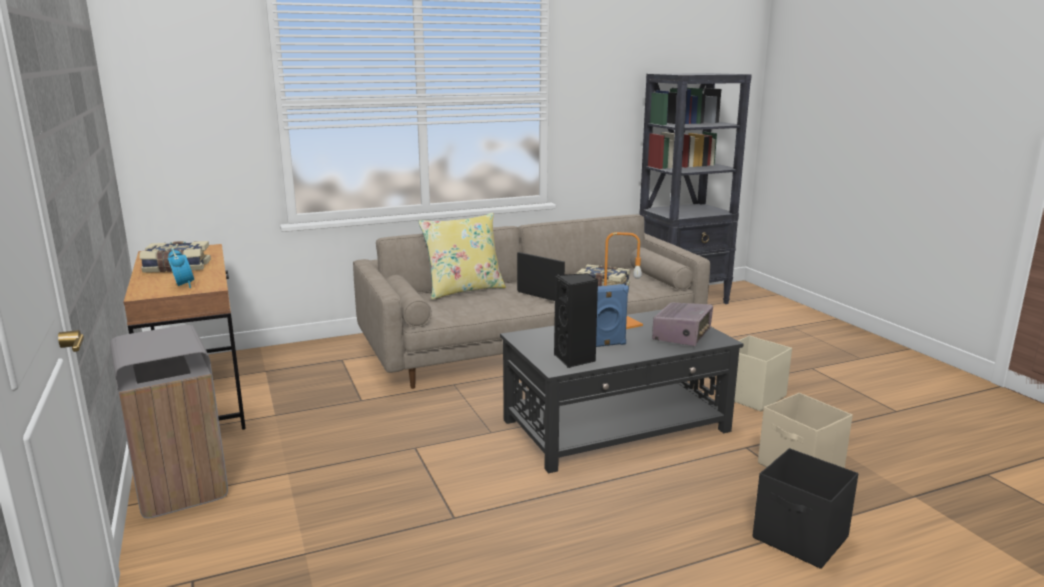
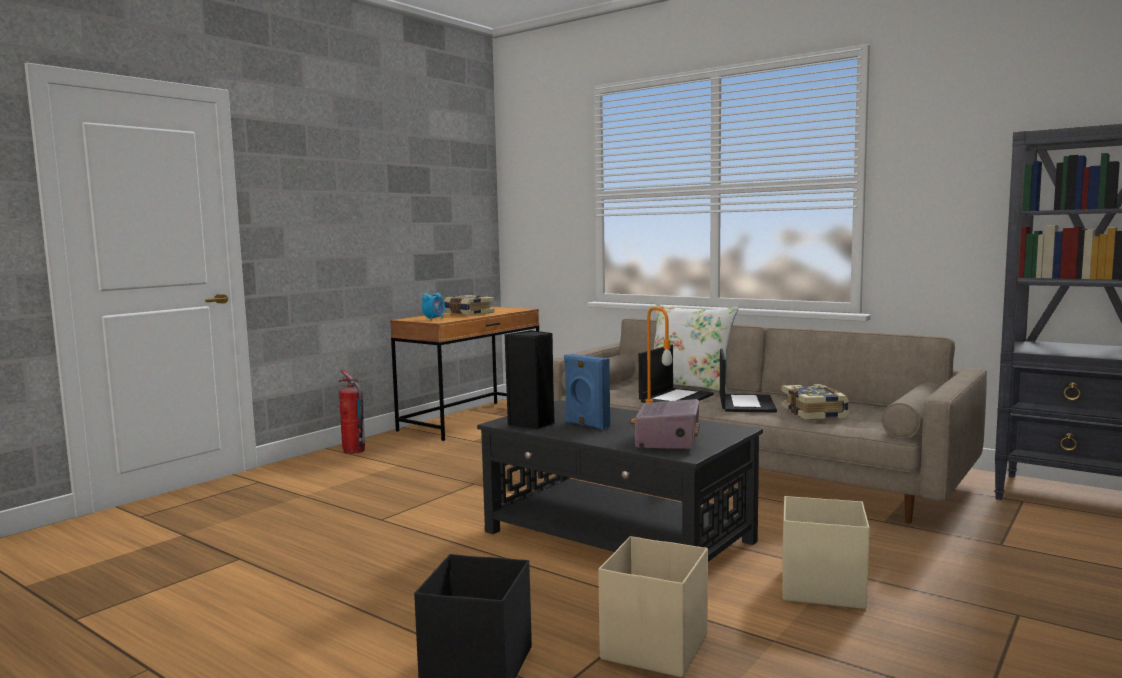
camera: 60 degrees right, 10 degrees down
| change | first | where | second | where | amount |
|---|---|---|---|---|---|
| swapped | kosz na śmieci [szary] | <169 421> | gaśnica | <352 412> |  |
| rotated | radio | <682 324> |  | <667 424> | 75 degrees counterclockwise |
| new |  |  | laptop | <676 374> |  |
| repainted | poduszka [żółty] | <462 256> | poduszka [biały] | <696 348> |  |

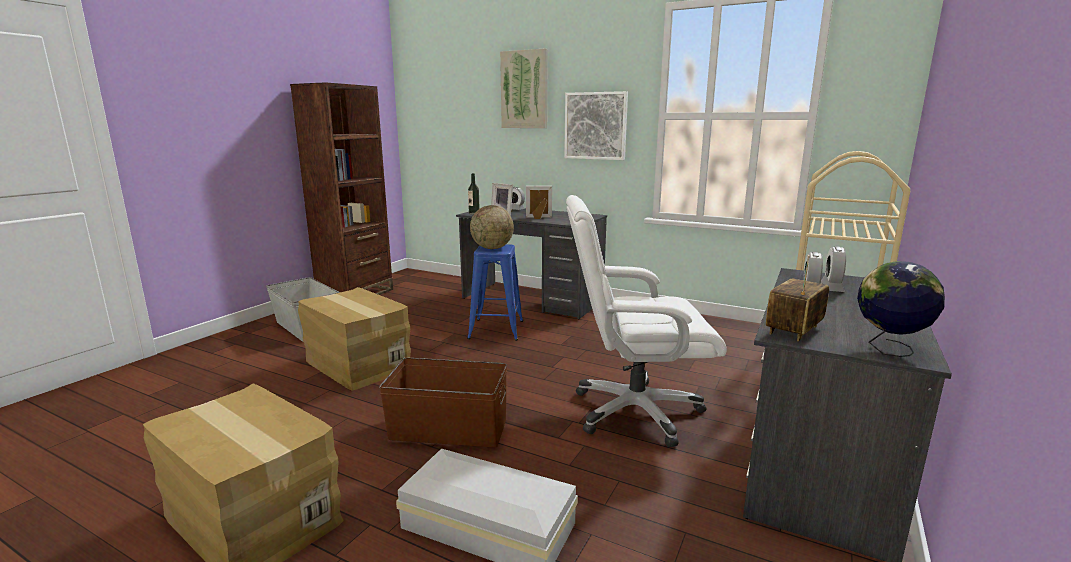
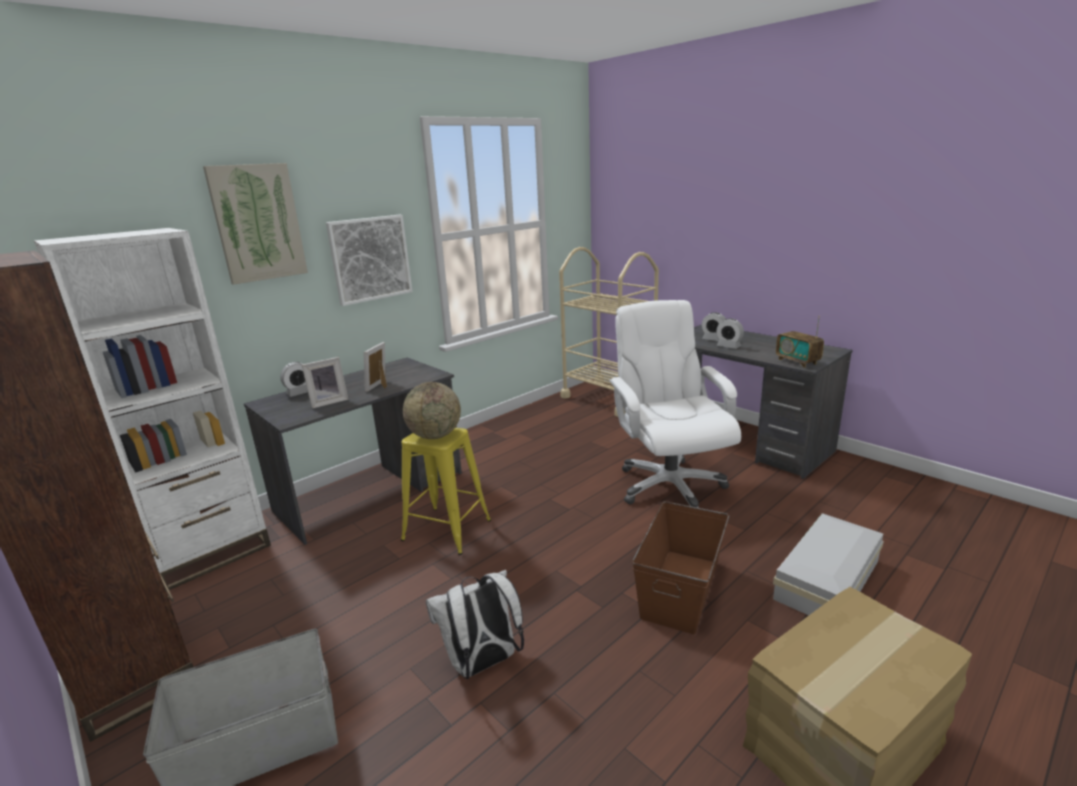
camera: 70 degrees left, 5 degrees up
| change | first | where | second | where | amount |
|---|---|---|---|---|---|
| new |  |  | regał [biały] | <152 409> |  |
| repainted | stołek [niebieski] | <495 292> | stołek [żółty] | <446 491> |  |
| swapped | karton | <354 339> | plecak [biały] | <475 624> |  |
| rotated | krzesło biurowe [biały] | <646 321> |  | <675 404> | 150 degrees clockwise |
| gone | butelka | <474 194> |  |  |  |
| gone | globus | <901 309> |  |  |  |

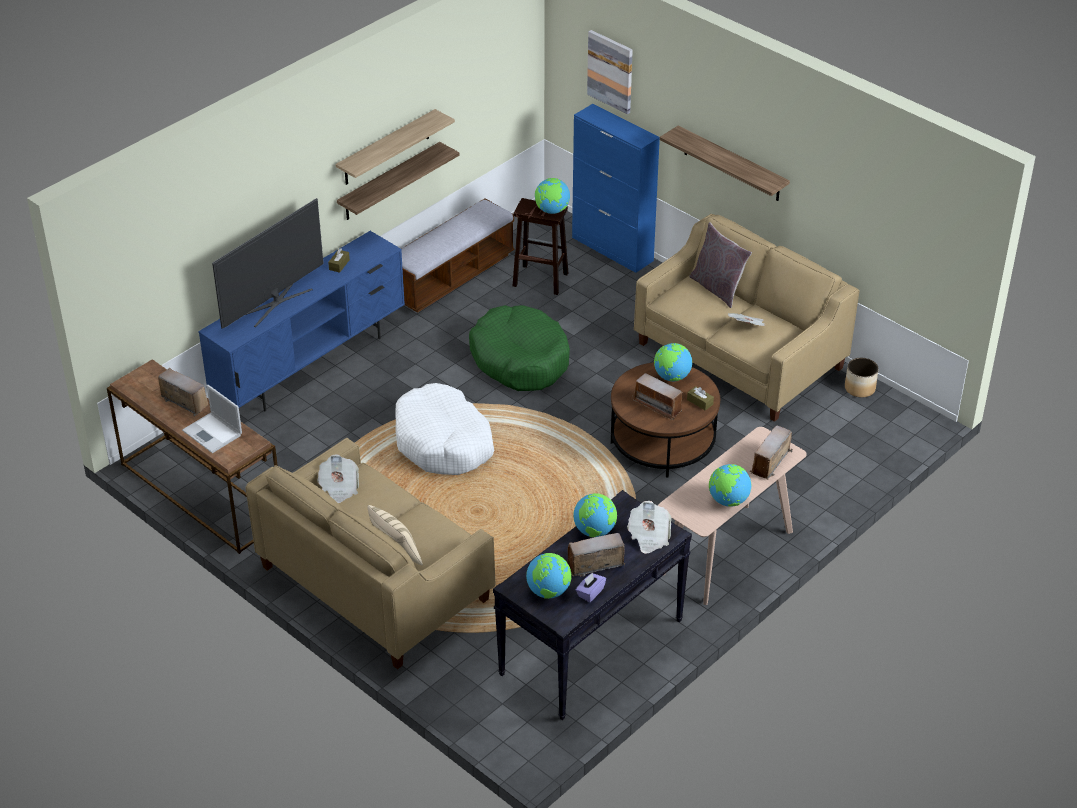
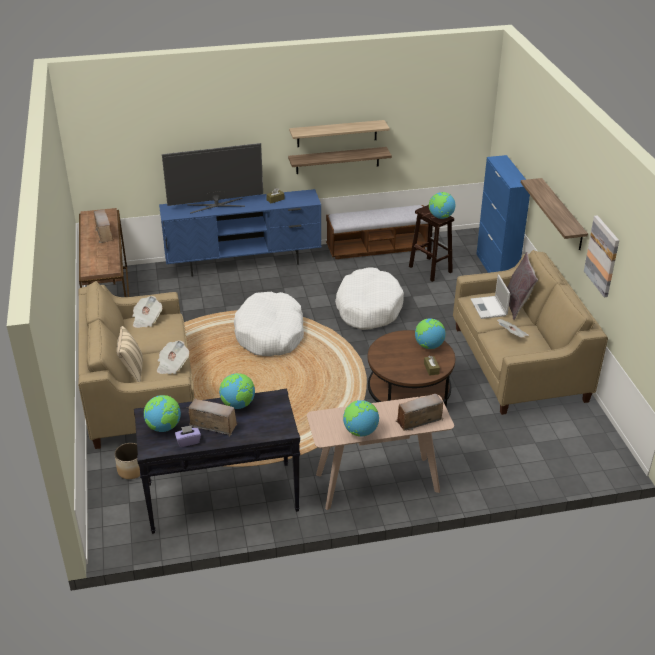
camera: 35 degrees right, 5 degrees down
| change | first | where | second | where | amount |
|---|---|---|---|---|---|
| shifted | donica | <861 377> |  | <127 461> |  |
| shifted | gazeta | <649 527> |  | <173 357> |  |
| repainted | legowisko [zielony] | <519 348> | legowisko [biały] | <369 299> |  |
| shifted | laptop | <212 419> |  | <490 296> |  |
| shifted | obraz | <610 72> |  | <601 256> |  |
| gone | radio | <657 396> |  |  |  |

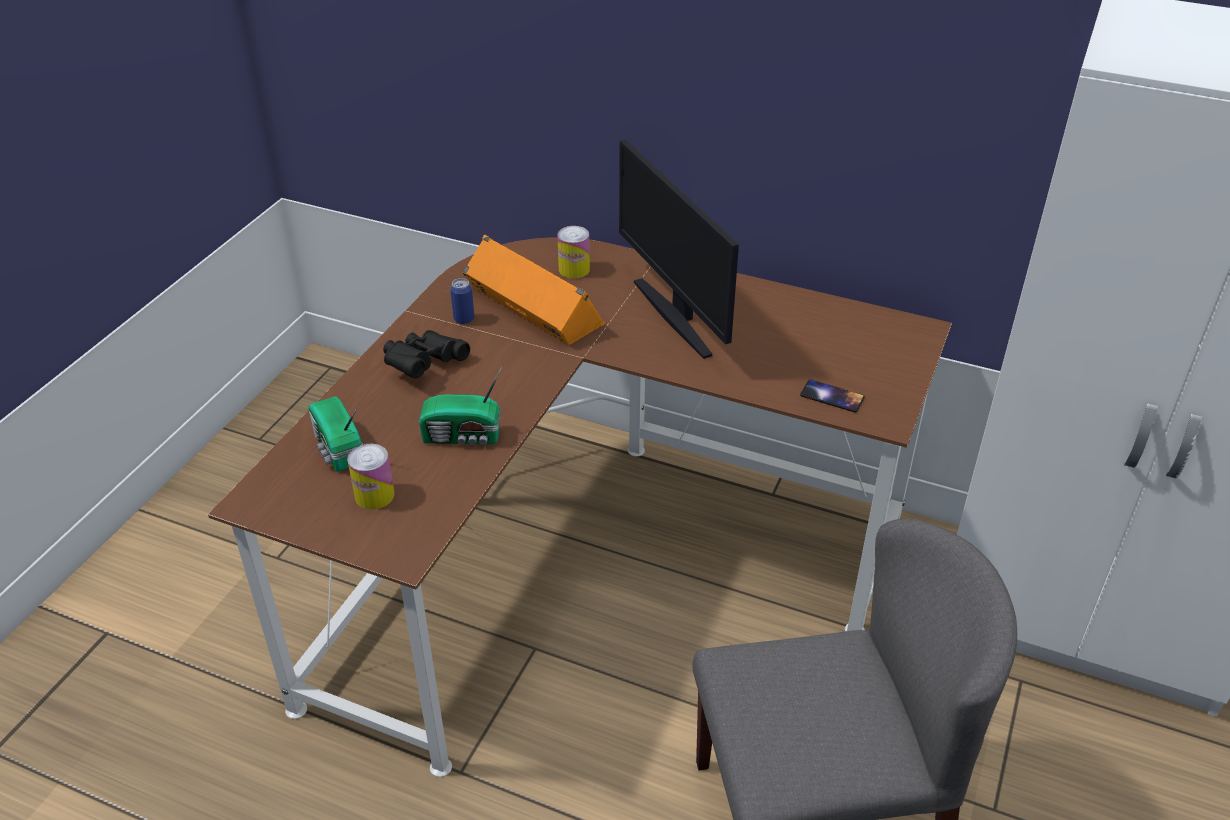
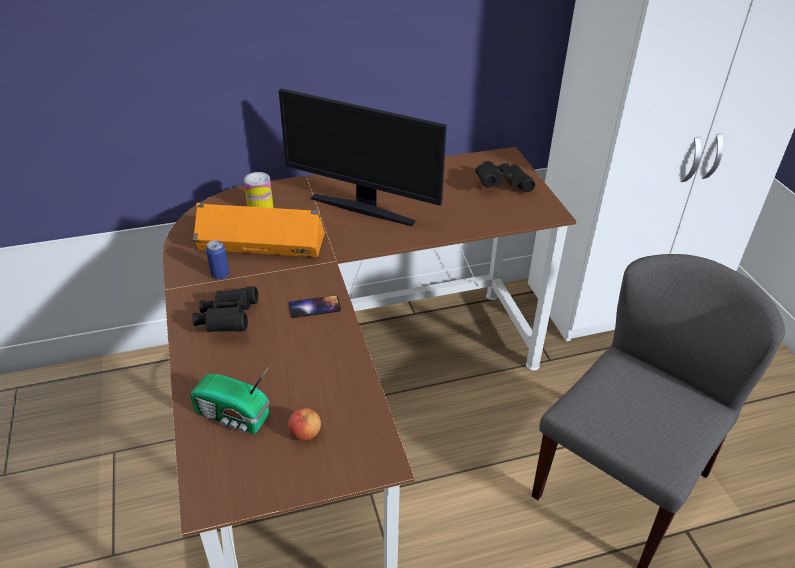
camera: 40 degrees left, 0 degrees up
| change | first | where | second | where | amount |
|---|---|---|---|---|---|
| swapped | puszka | <370 477> | jabłko | <304 424> |  |
| shifted | telefon | <832 395> |  | <315 306> |  |
| new |  |  | lornetka [czarny] | <505 176> |  |
| gone | radio | <460 406> |  |  |  |

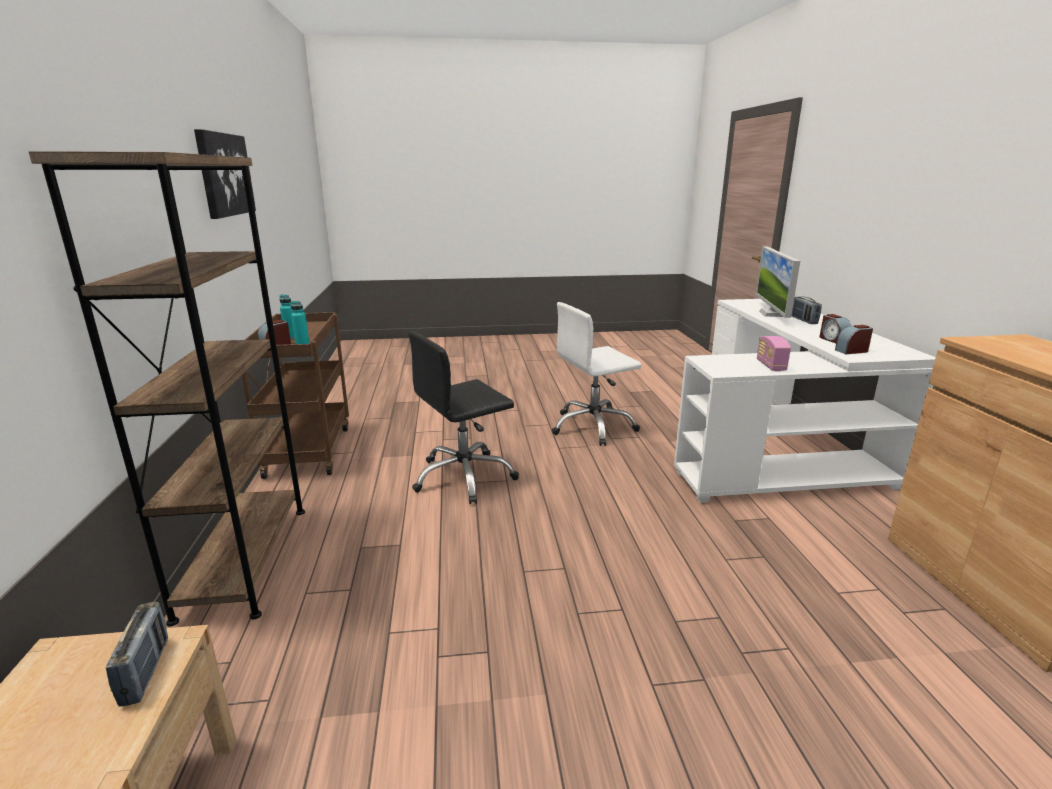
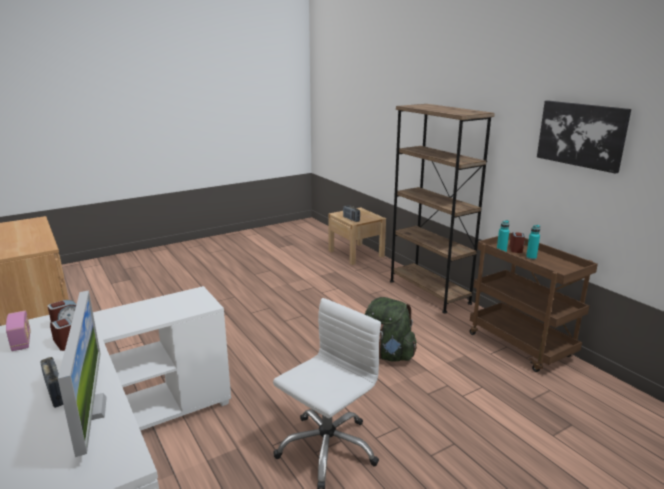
camera: 155 degrees right, 0 degrees up
| change | first | where | second | where | amount |
|---|---|---|---|---|---|
| shifted | radio | <774 353> |  | <18 331> |  |
| swapped | krzesło biurowe [czarny] | <463 417> | plecak [zielony] | <391 329> |  |

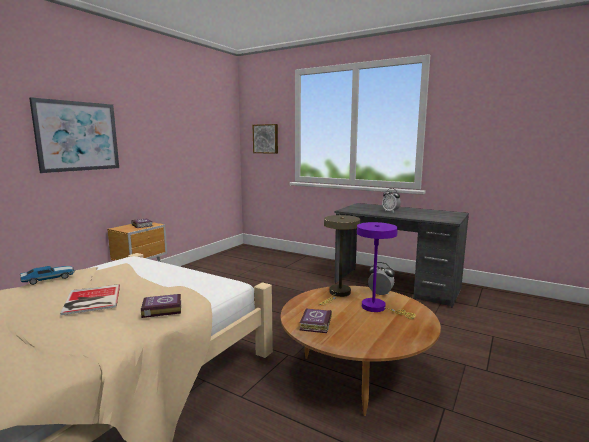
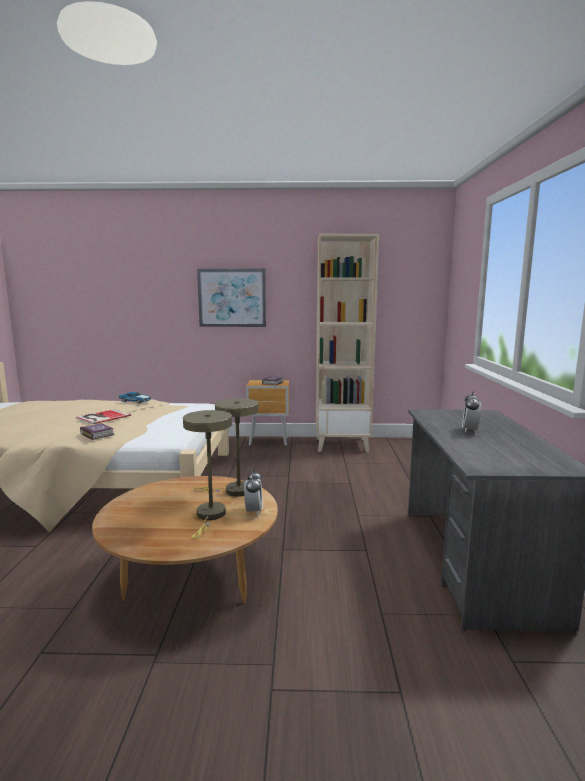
camera: 60 degrees right, 0 degrees up
| change | first | where | second | where | amount |
|---|---|---|---|---|---|
| repainted | lampa stołowa [fioletowy] | <386 270> | lampa stołowa [beżowy] | <207 474> |  |
| new |  |  | regał [beżowy] | <347 343> |  |
| gone | obraz | <265 139> |  |  |  |
| gone | książka | <316 321> |  |  |  |

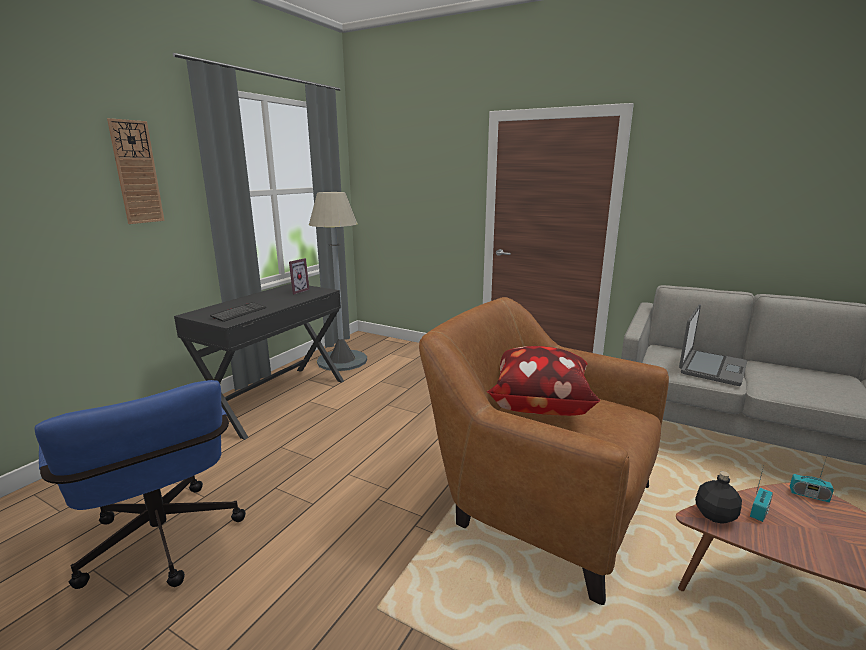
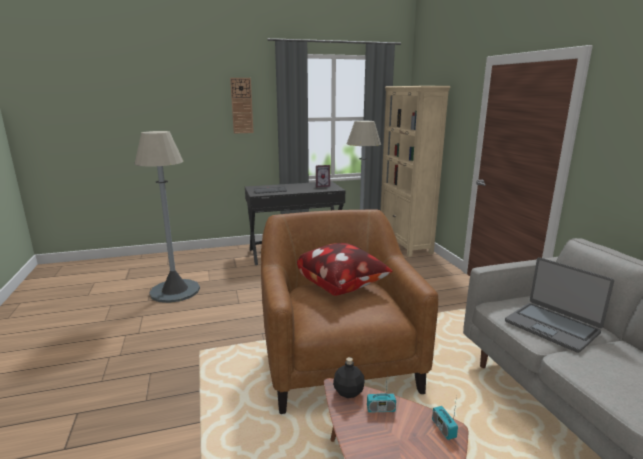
camera: 45 degrees right, 0 degrees up
| change | first | where | second | where | amount |
|---|---|---|---|---|---|
| swapped | krzesło biurowe [niebieski] | <140 484> | lampa stojąca [szary] | <167 217> |  |
| new |  |  | regał [beżowy] | <415 171> |  |
| rotated | laptop | <713 345> |  | <559 305> | 60 degrees clockwise |

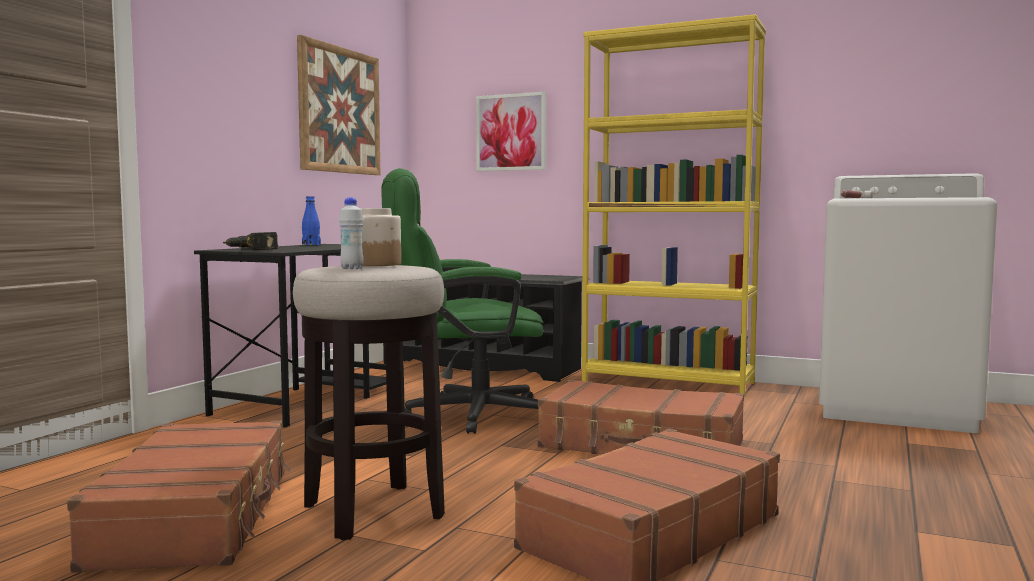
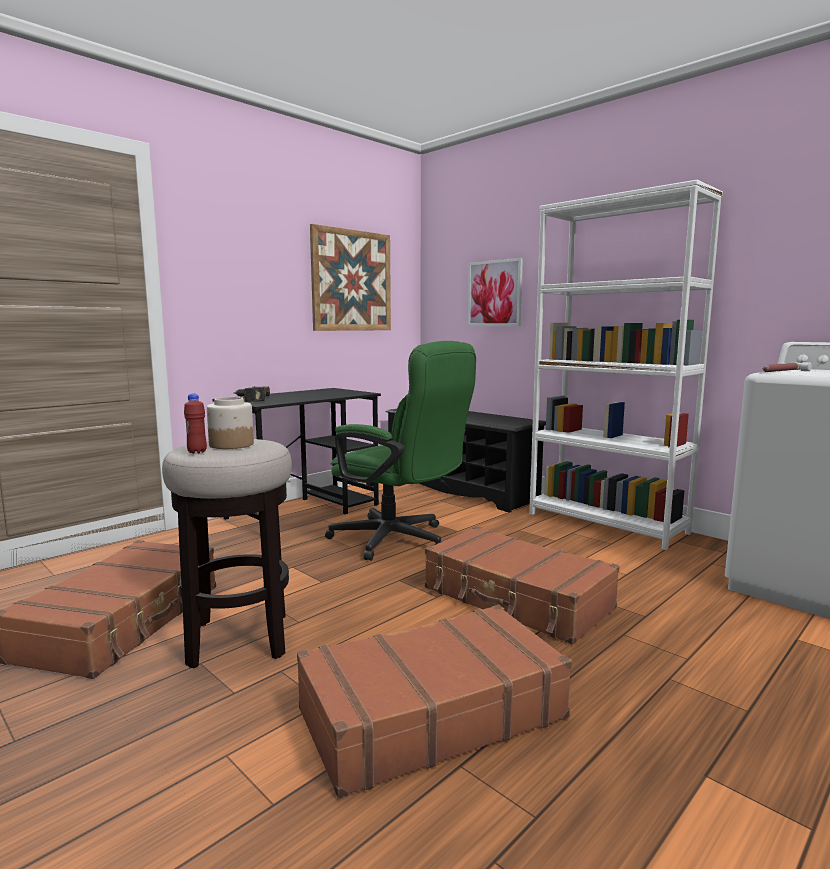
camera: 20 degrees right, 5 degrees up
| change | first | where | second | where | amount |
|---|---|---|---|---|---|
| repainted | butelka [biały] | <351 233> | butelka [czerwony] | <195 424> |  |
| rotated | krzesło biurowe [zielony] | <462 301> |  | <400 451> | 150 degrees counterclockwise |
| repainted | regał [żółty] | <674 205> | regał [biały] | <626 365> |  |
| gone | butelka [niebieski] | <311 220> |  |  |  |

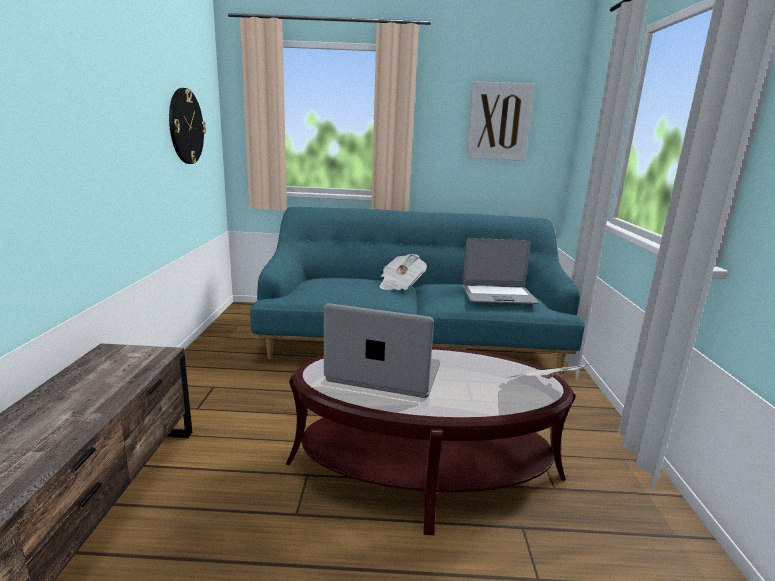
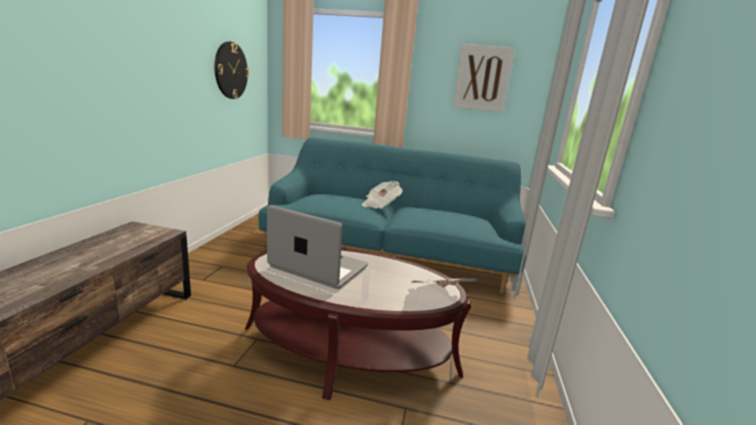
camera: 10 degrees right, 0 degrees up
| change | first | where | second | where | amount |
|---|---|---|---|---|---|
| gone | laptop | <500 271> |  |  |  |

